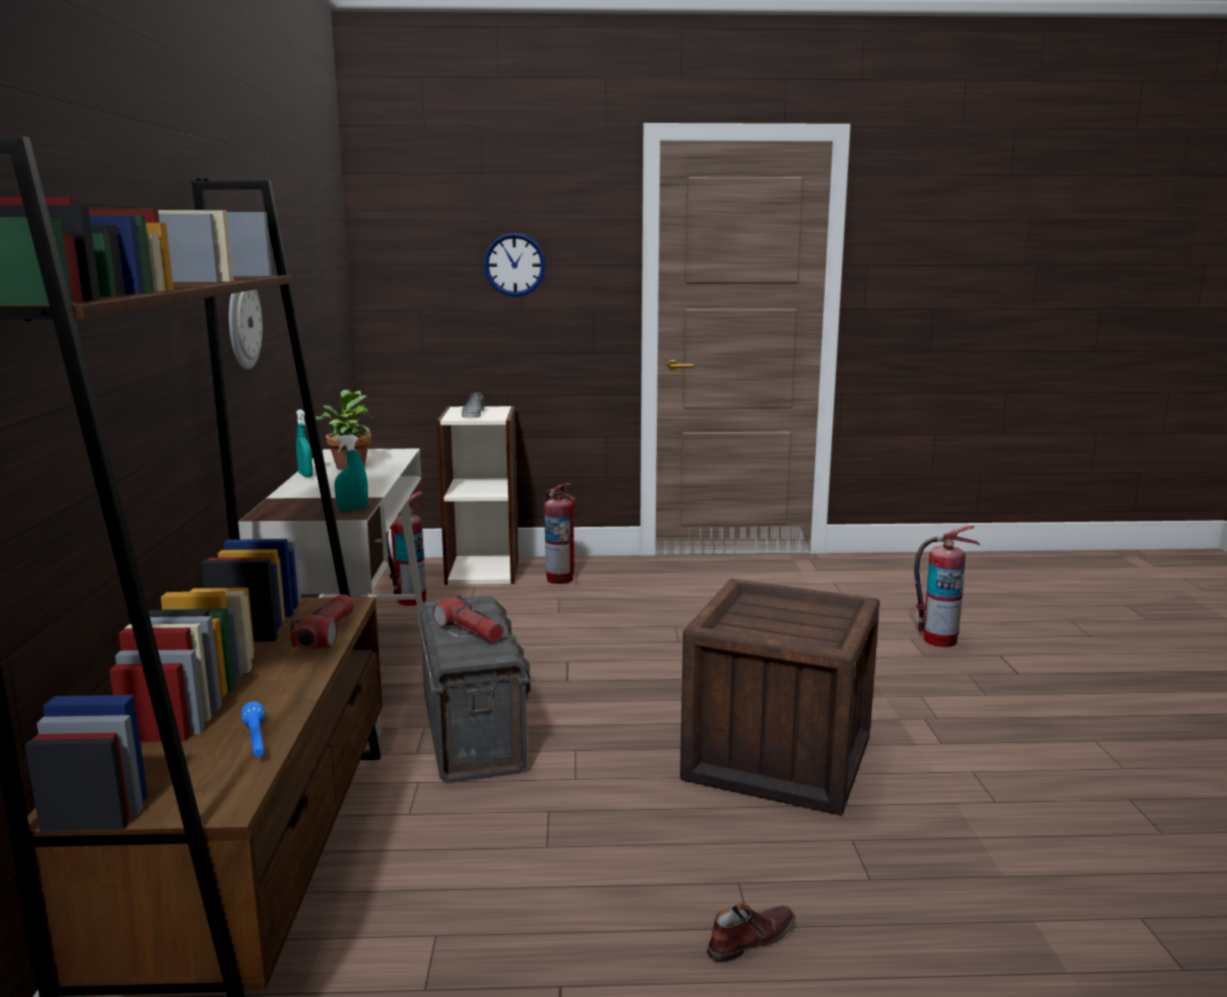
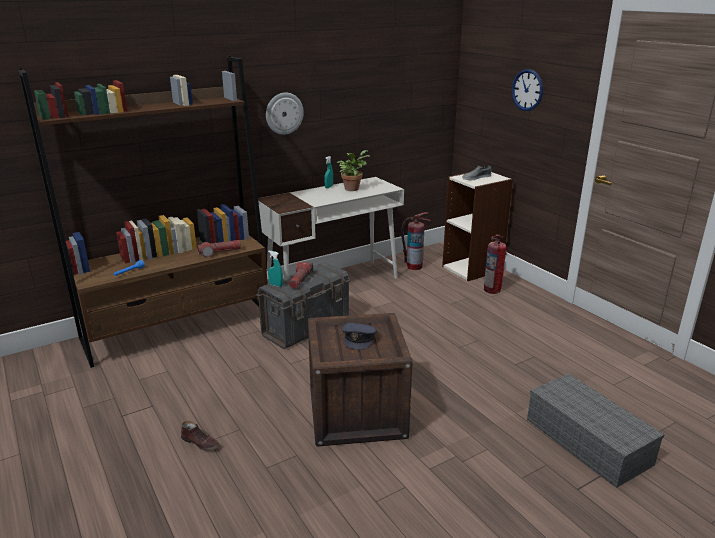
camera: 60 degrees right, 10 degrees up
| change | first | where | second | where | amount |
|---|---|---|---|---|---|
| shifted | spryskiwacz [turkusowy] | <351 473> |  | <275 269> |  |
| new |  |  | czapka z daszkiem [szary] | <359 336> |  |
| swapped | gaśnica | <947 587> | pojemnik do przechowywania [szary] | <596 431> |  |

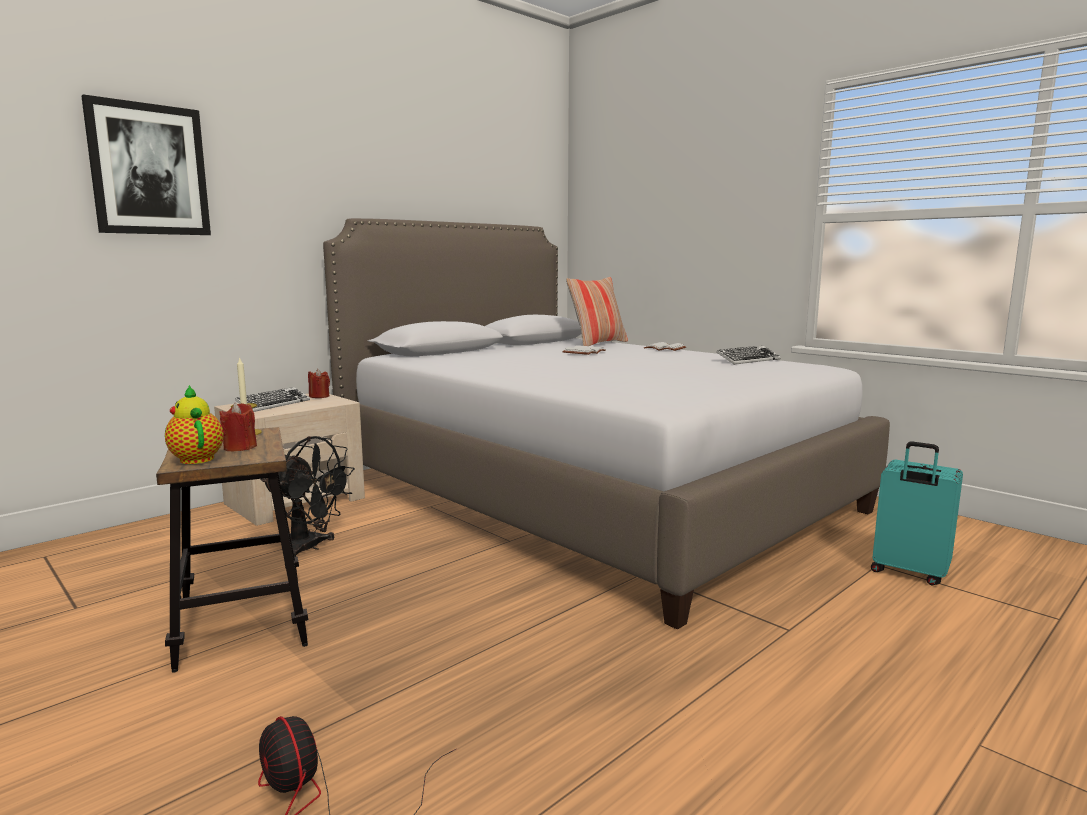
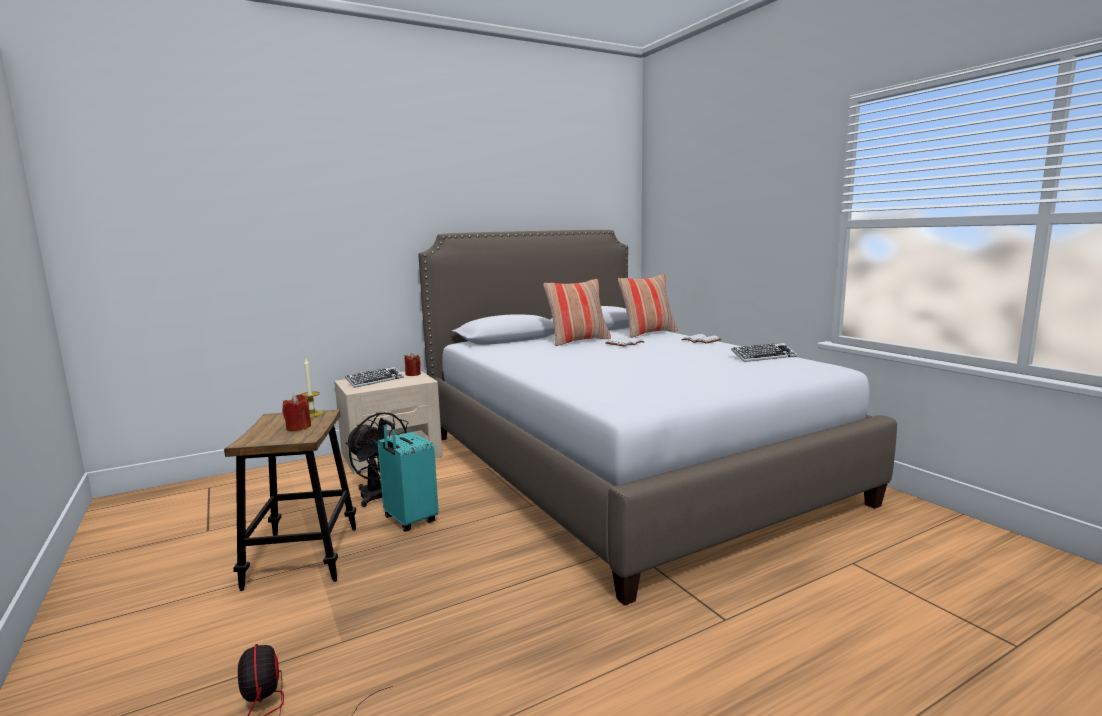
camera: 15 degrees right, 0 degrees up
| change | first | where | second | where | amount |
|---|---|---|---|---|---|
| shifted | walizka [turkusowy] | <917 514> |  | <408 476> |  |
| new |  |  | poduszka | <577 312> |  |
| gone | obraz | <146 164> |  |  |  |
| gone | imbryk | <194 424> |  |  |  |

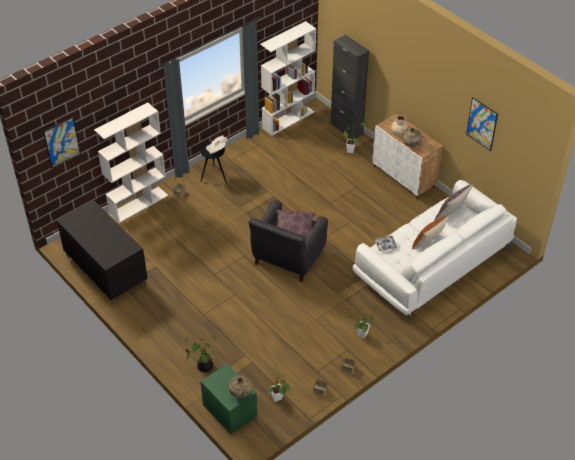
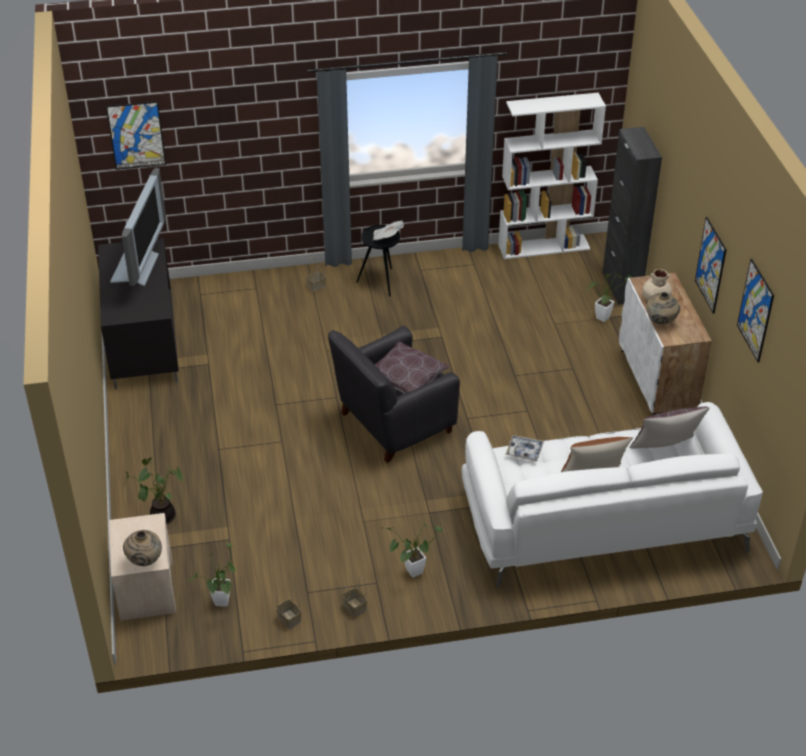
camera: 30 degrees right, 5 degrees down
| change | first | where | second | where | amount |
|---|---|---|---|---|---|
| repainted | szafka nocna [zielony] | <228 398> | szafka nocna [beżowy] | <142 567> |  |
| new |  |  | telewizor | <138 227> |  |
| new |  |  | obraz | <711 265> |  |
| gone | regał [biały] | <131 163> |  |  |  |

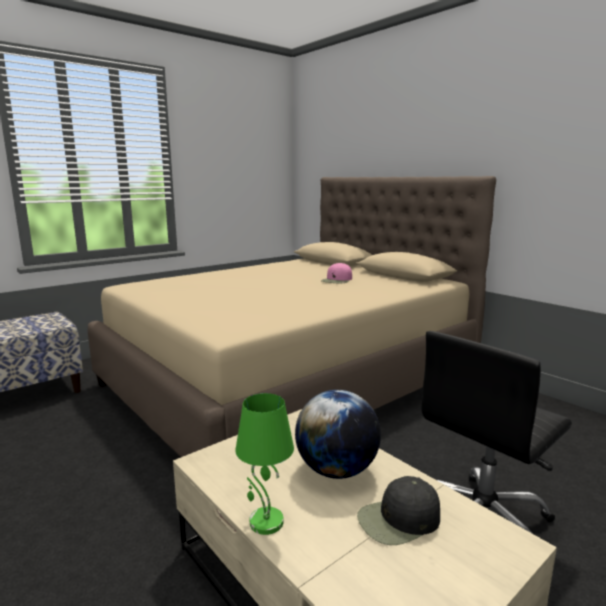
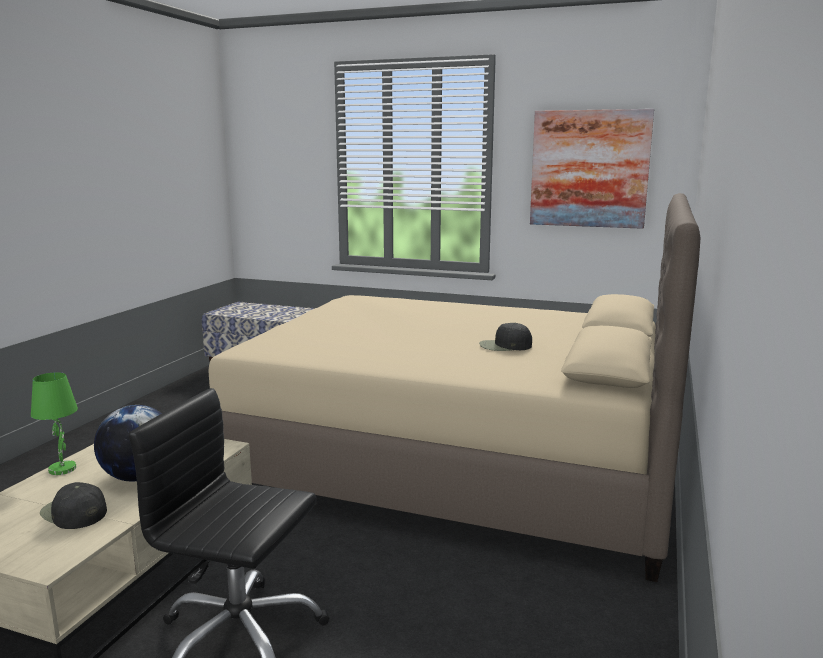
camera: 60 degrees right, 0 degrees up
| change | first | where | second | where | amount |
|---|---|---|---|---|---|
| repainted | czapka z daszkiem [różowy] | <336 273> | czapka z daszkiem [czarny] | <505 337> |  |
| new |  |  | obraz | <592 169> |  |

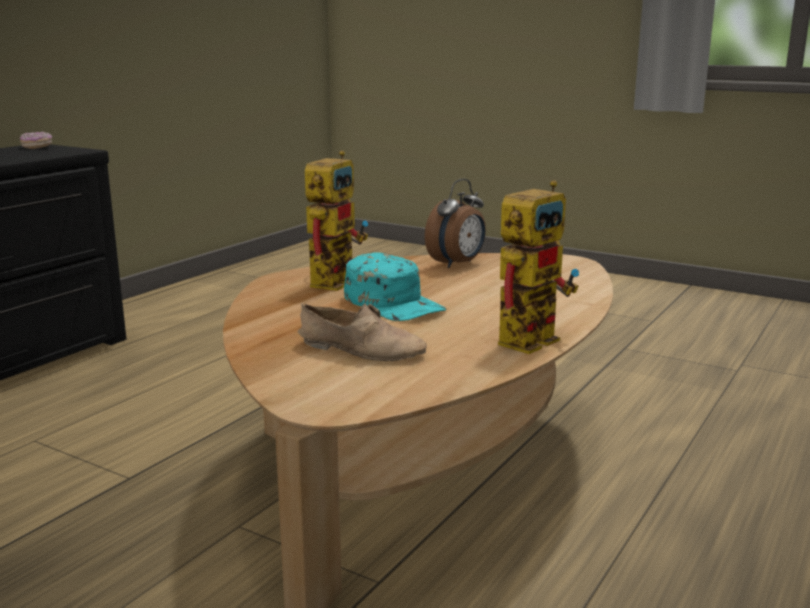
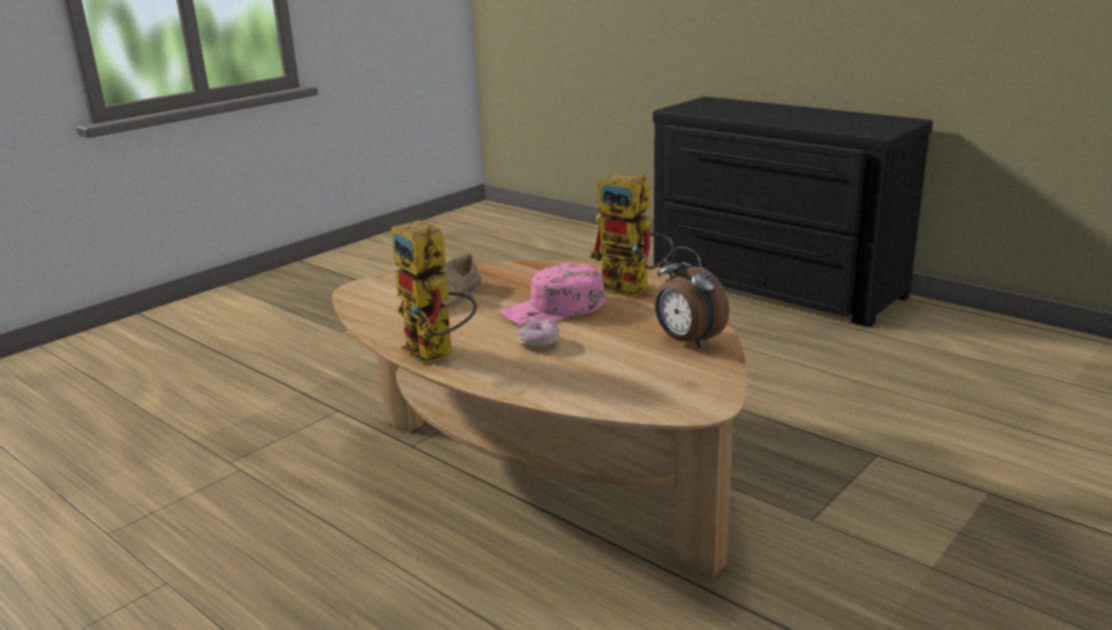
camera: 100 degrees right, 5 degrees up
| change | first | where | second | where | amount |
|---|---|---|---|---|---|
| repainted | czapka z daszkiem [turkusowy] | <395 286> | czapka z daszkiem [różowy] | <552 294> |  |
| shifted | donut | <36 140> |  | <539 333> |  |

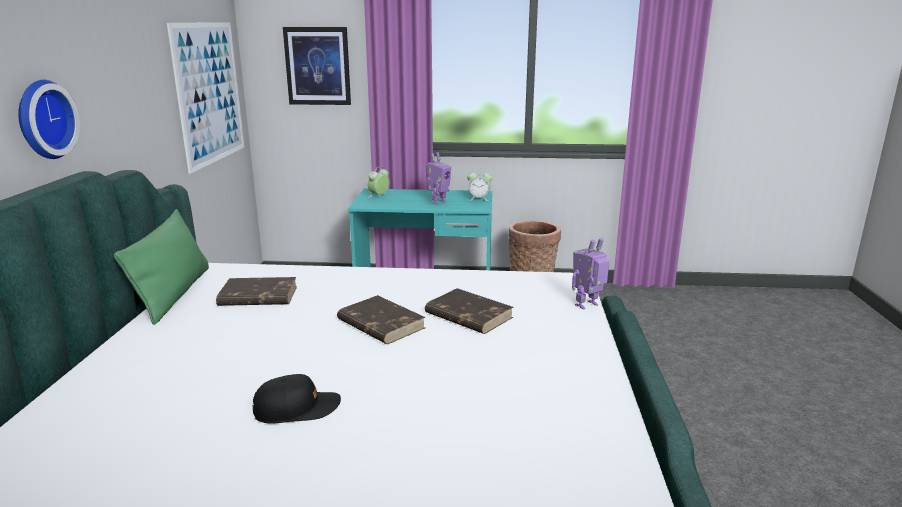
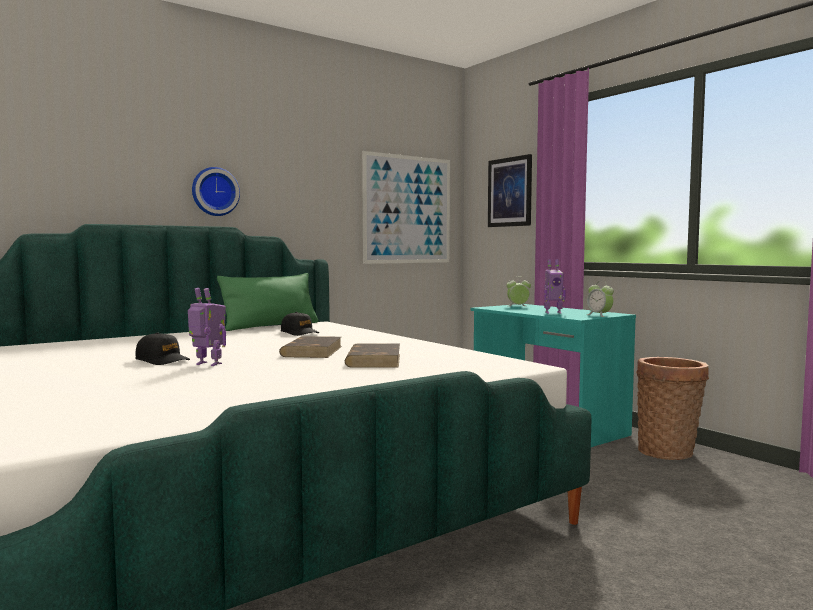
camera: 50 degrees right, 15 degrees down
| change | first | where | second | where | amount |
|---|---|---|---|---|---|
| shifted | robot zabawkowy | <590 273> |  | <207 327> |  |
| swapped | książka [brązowy] | <256 291> | czapka z daszkiem [czarny] | <300 324> |  |

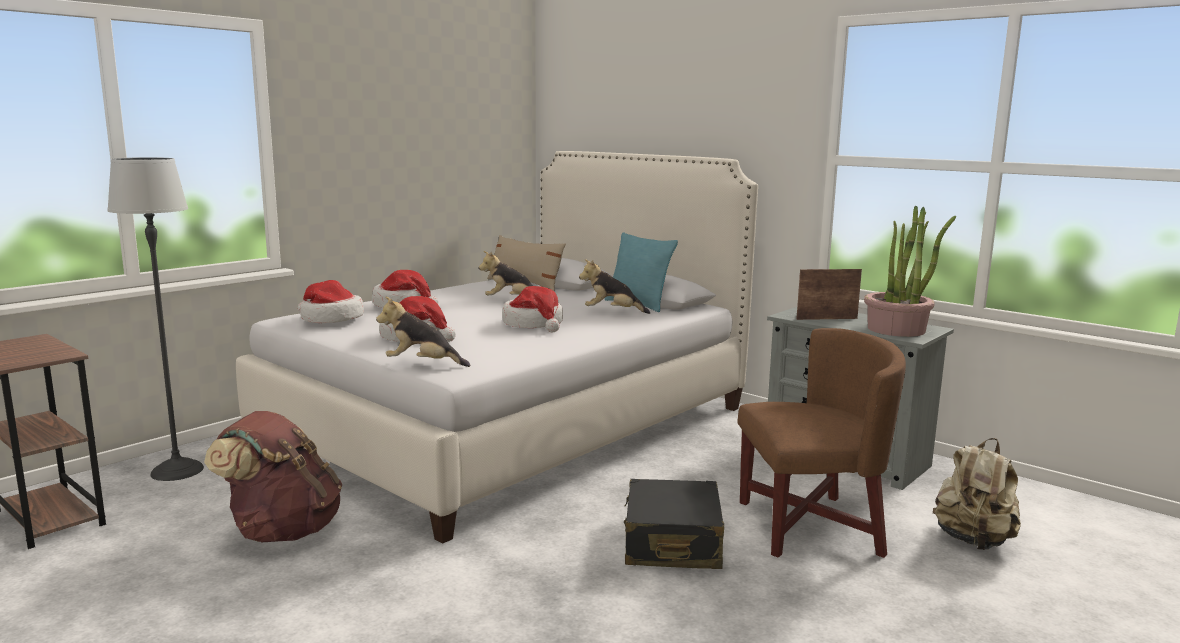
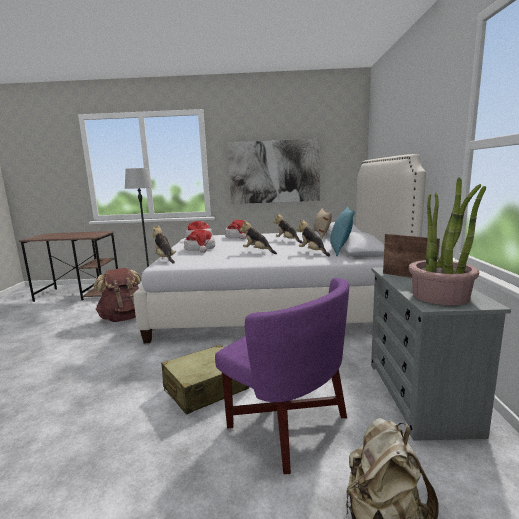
camera: 50 degrees right, 0 degrees up
| change | first | where | second | where | amount |
|---|---|---|---|---|---|
| repainted | walizka [czarny] | <674 524> | walizka [beżowy] | <205 380> |  |
| repainted | fotel [brązowy] | <821 443> | fotel [fioletowy] | <282 376> |  |
| new |  |  | obraz | <274 171> |  |
| swapped | kapelusz | <532 309> | pluszak | <258 237> |  |

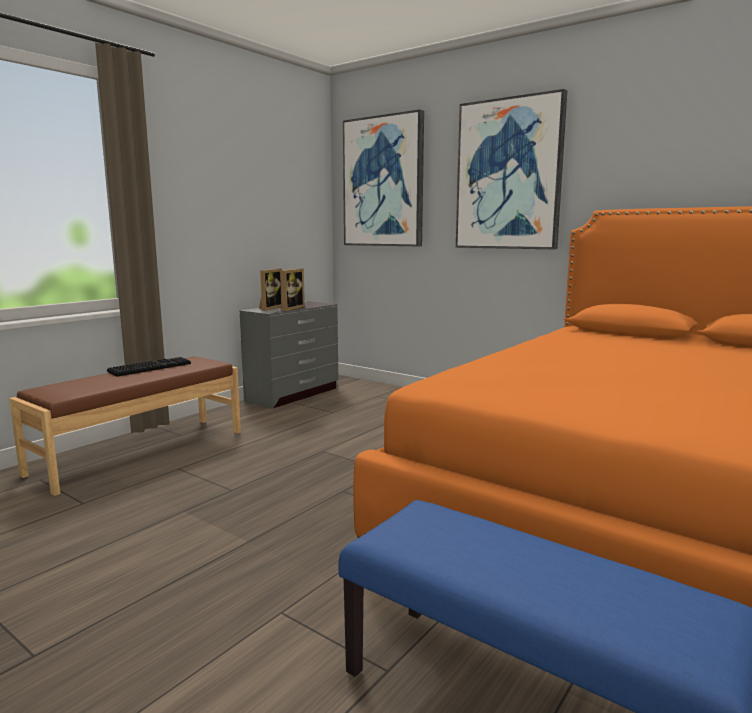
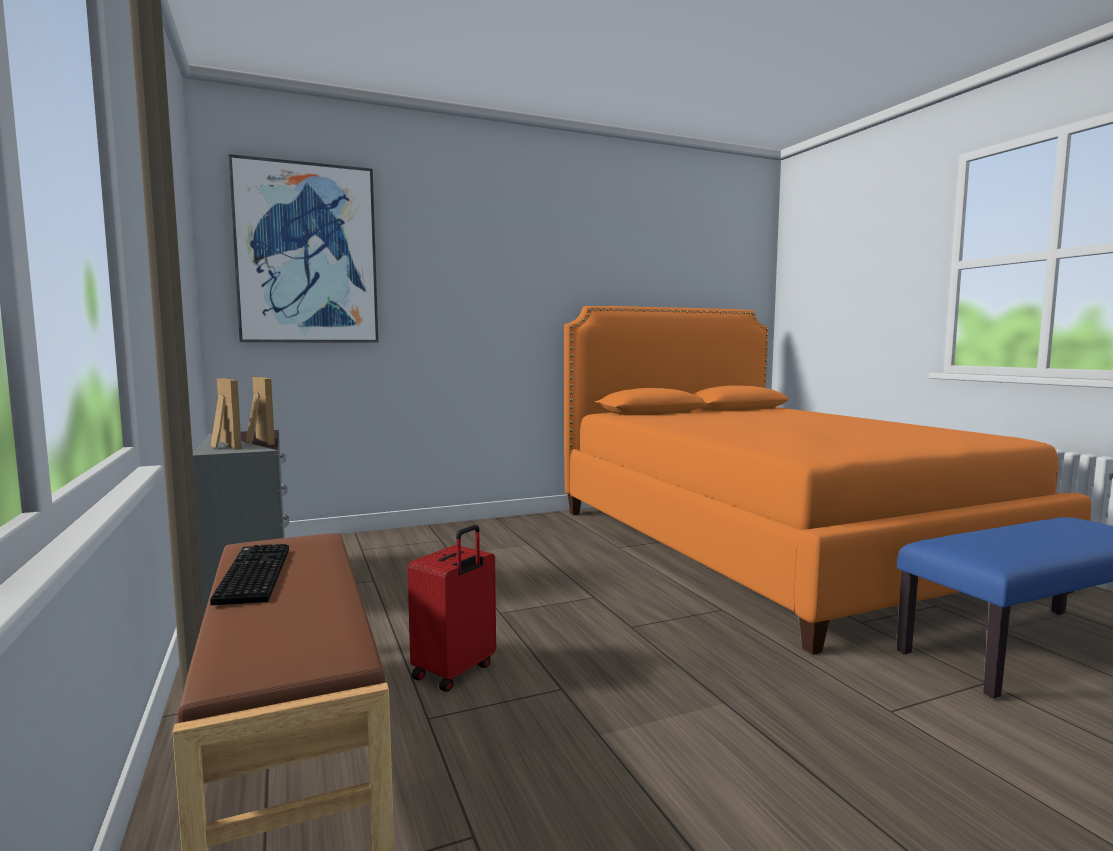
camera: 60 degrees left, 5 degrees down
| change | first | where | second | where | amount |
|---|---|---|---|---|---|
| new |  |  | walizka [czerwony] | <451 608> |  |
| gone | obraz | <511 169> |  |  |  |

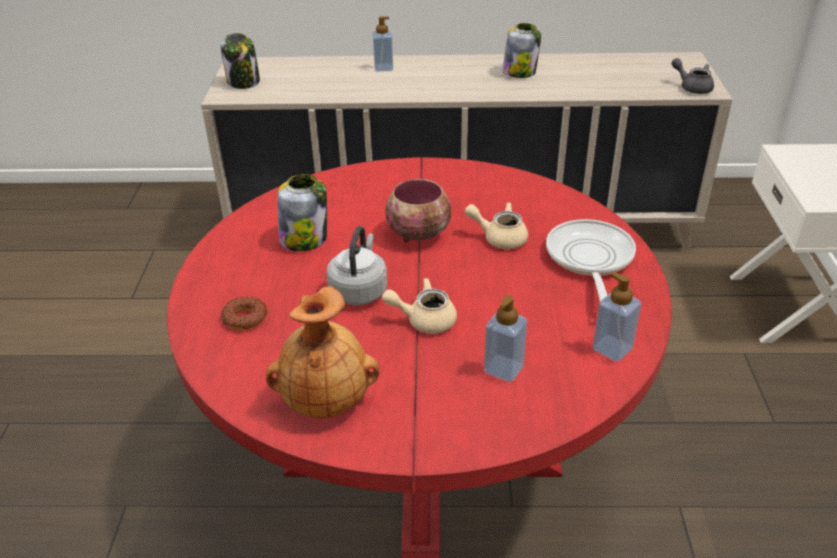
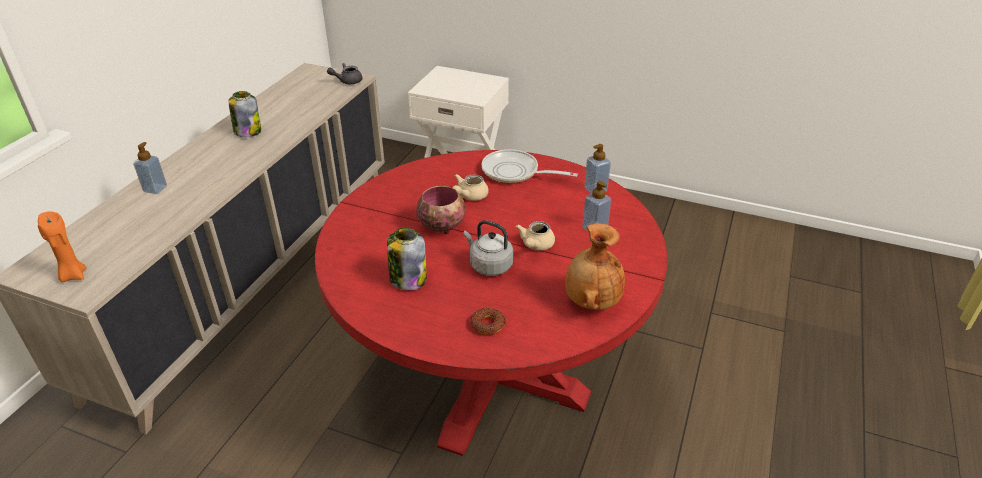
camera: 70 degrees left, 0 degrees up
| change | first | where | second | where | amount |
|---|---|---|---|---|---|
| swapped | słoik | <240 61> | świeca [pomarańczowy] | <62 247> |  |

